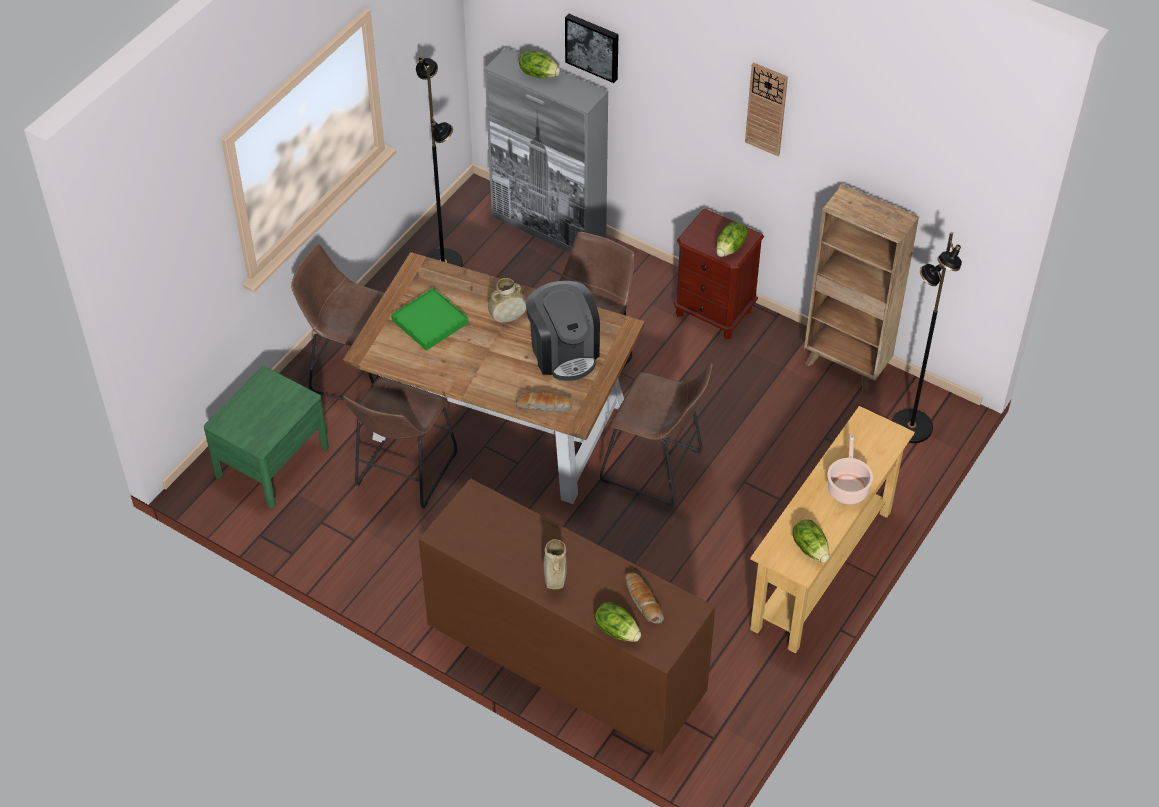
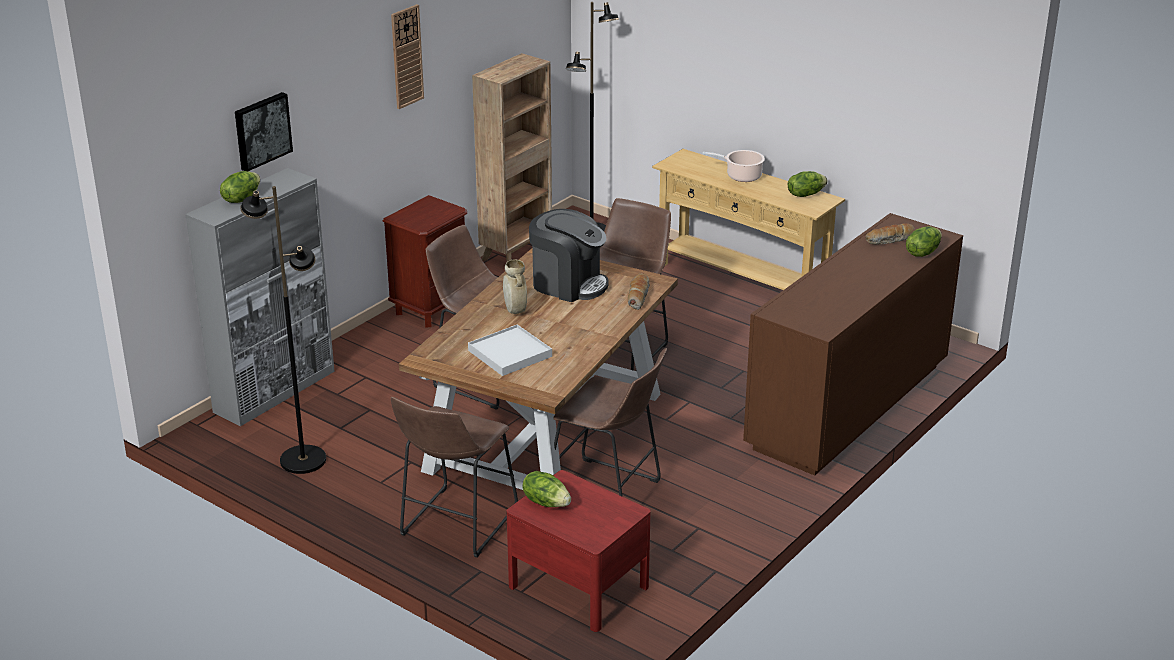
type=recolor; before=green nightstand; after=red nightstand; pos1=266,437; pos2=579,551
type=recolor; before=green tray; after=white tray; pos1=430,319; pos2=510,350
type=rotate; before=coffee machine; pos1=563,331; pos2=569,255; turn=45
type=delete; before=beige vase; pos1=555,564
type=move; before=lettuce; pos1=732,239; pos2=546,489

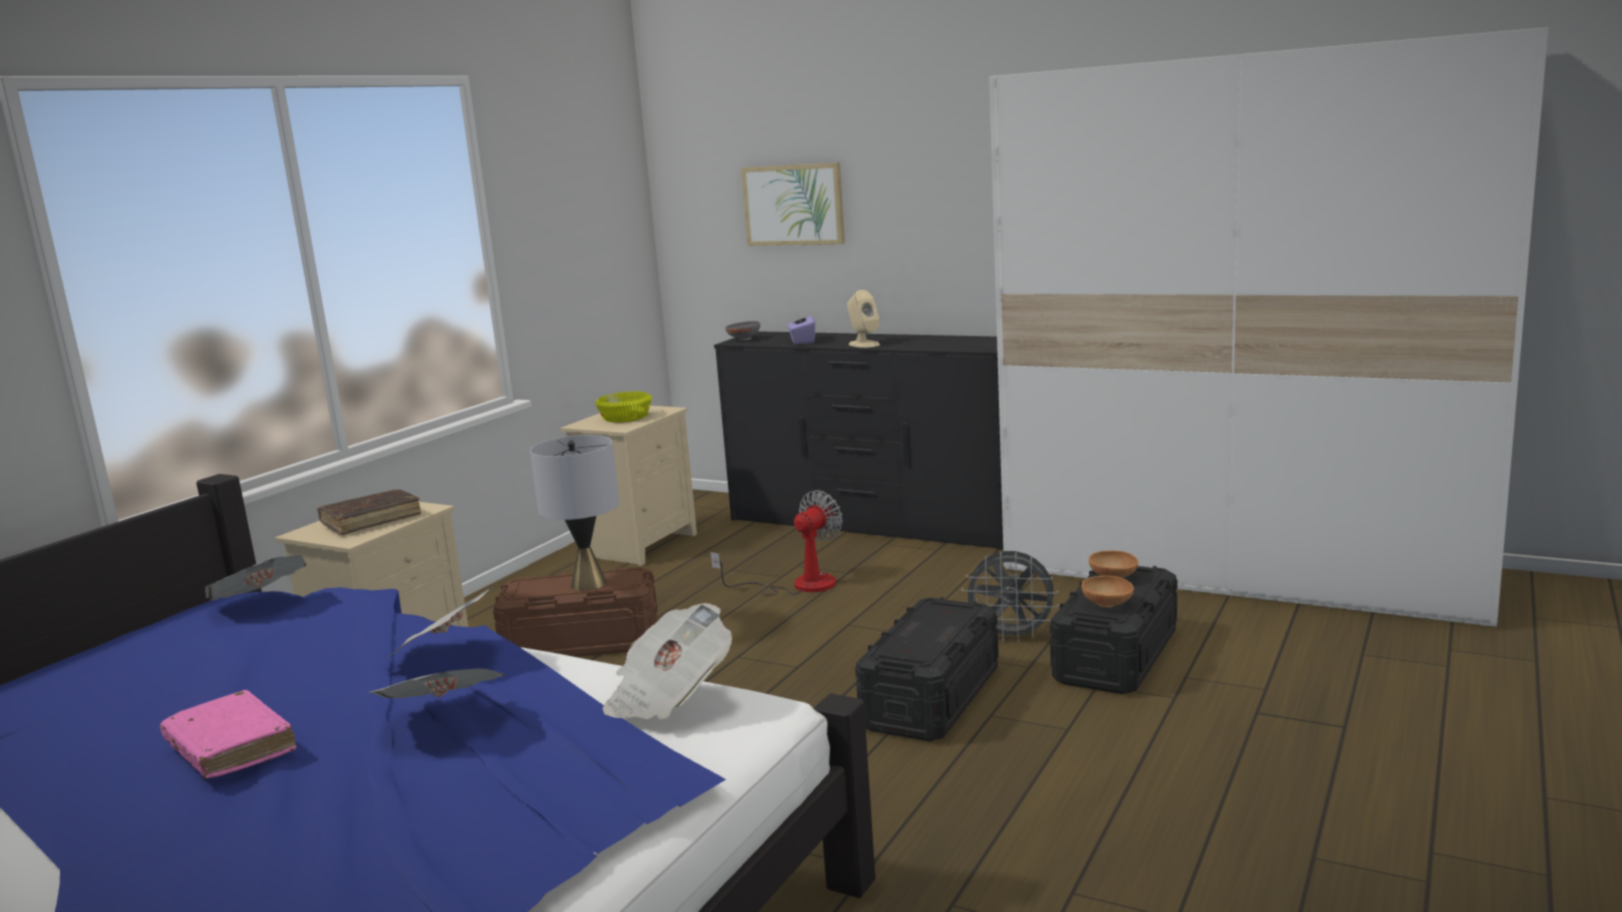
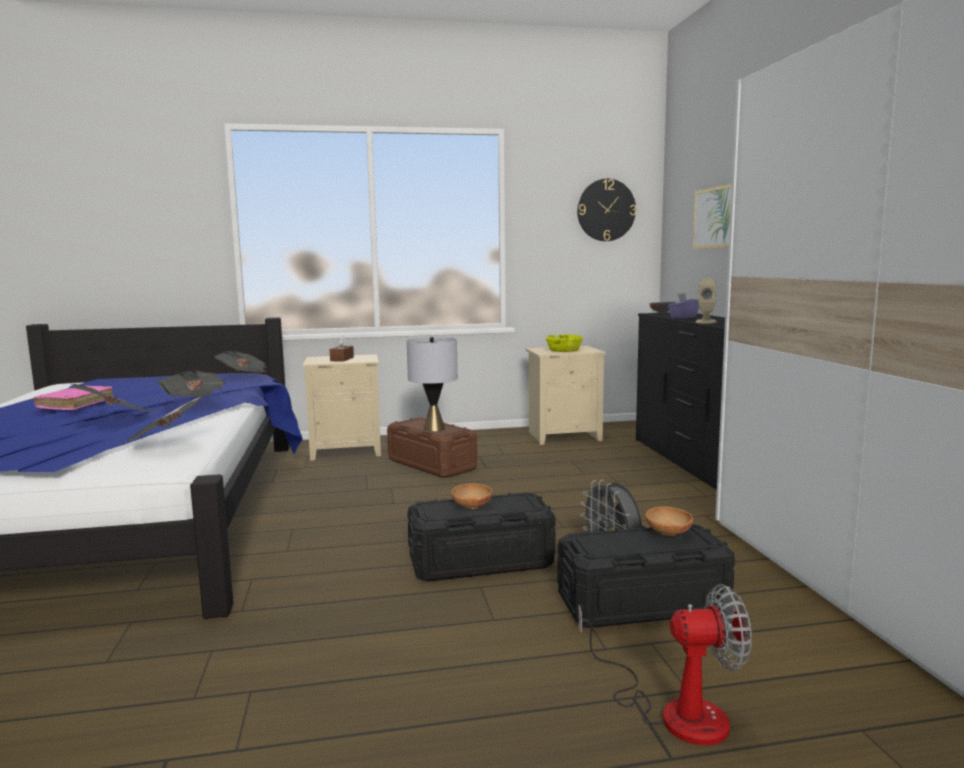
type=replace; before=brown book; after=brown tissue box; pos1=369,512; pos2=342,348
type=move; before=fan; pos1=776,543; pos2=665,665
type=move; before=brown bowl; pos1=1107,592; pos2=471,496
type=insert; after=wall clock; pos2=606,210

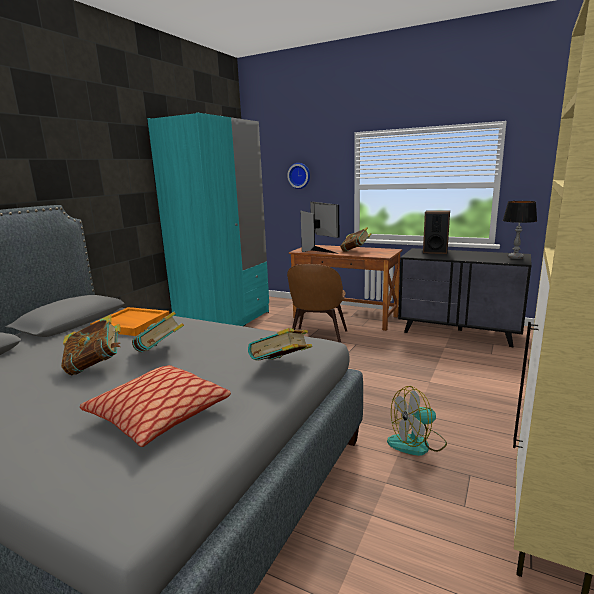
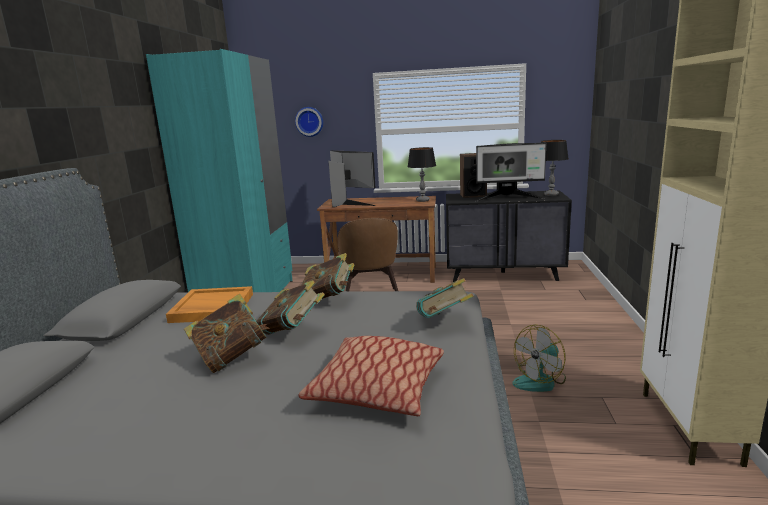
type=move; before=book; pos1=355,239; pos2=328,276
type=insert; after=table lamp; pos2=422,174
type=insert; after=monitor; pos2=511,172

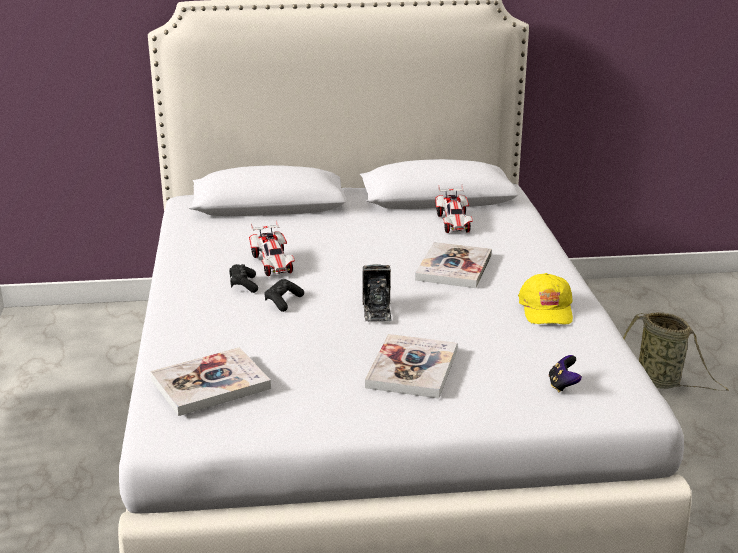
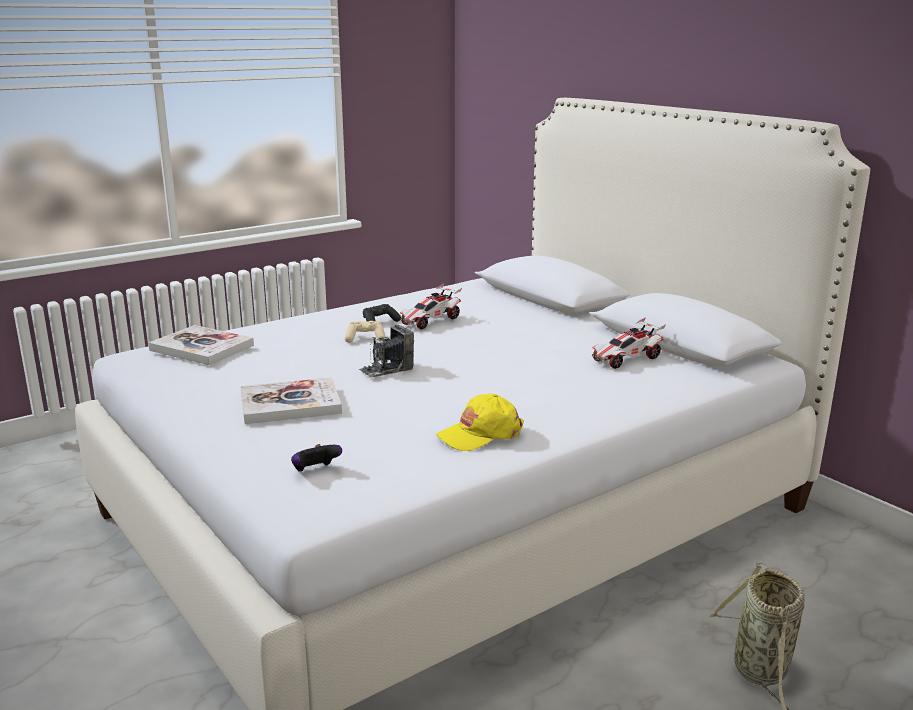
type=recolor; before=black game controller; after=beige game controller; pos1=284,295; pos2=365,332
type=delete; before=book; pos1=453,265

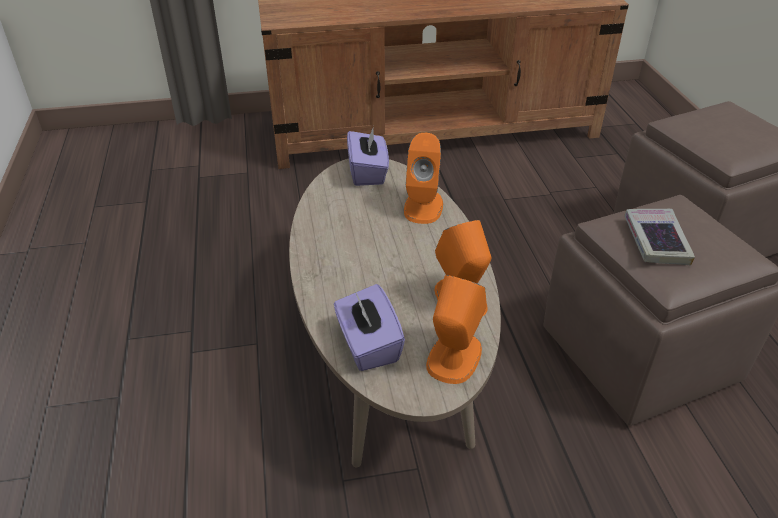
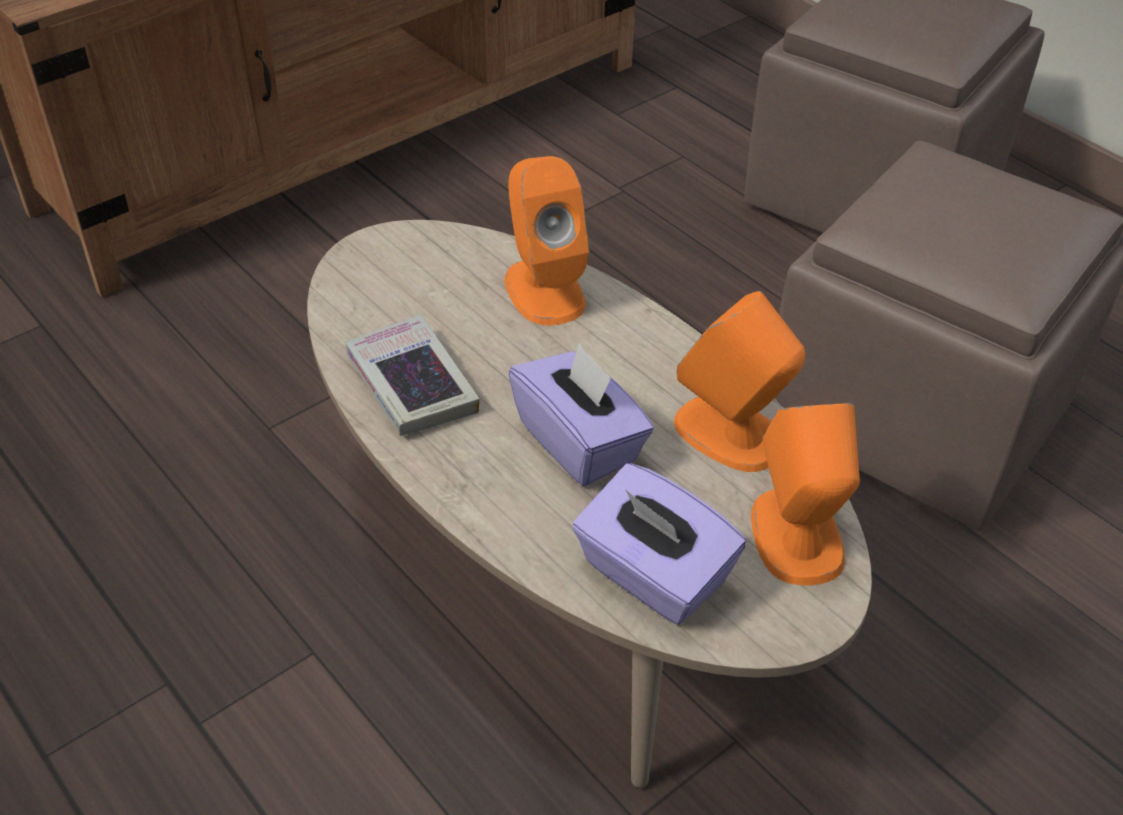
type=move; before=purple tissue box; pos1=368,156; pos2=581,414
type=move; before=book; pos1=659,237; pos2=413,375

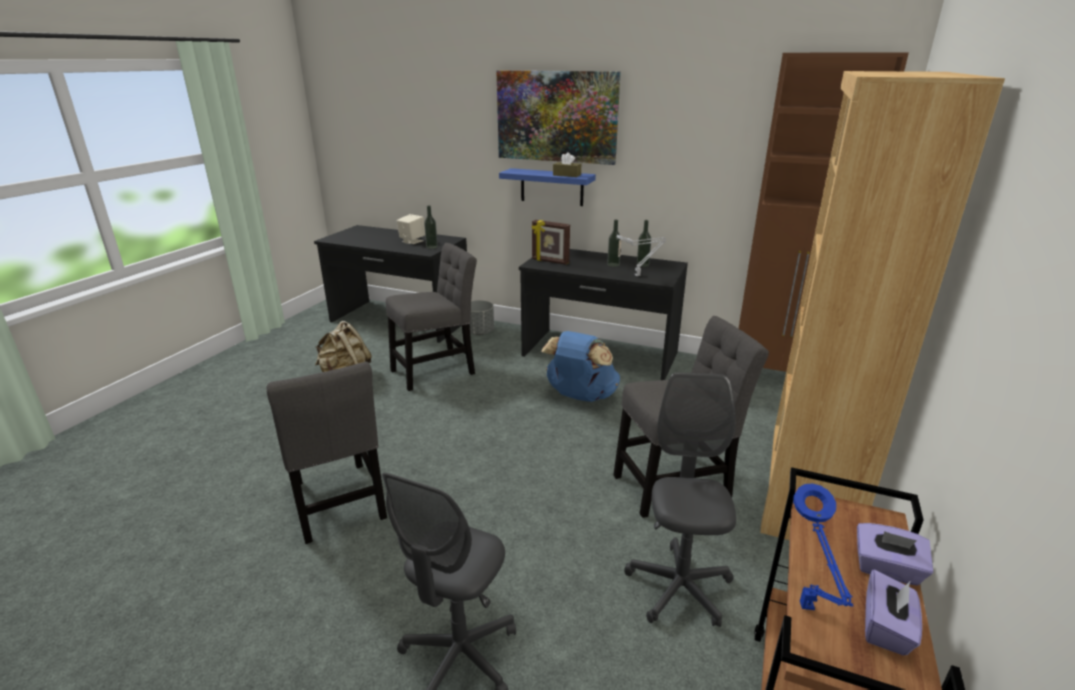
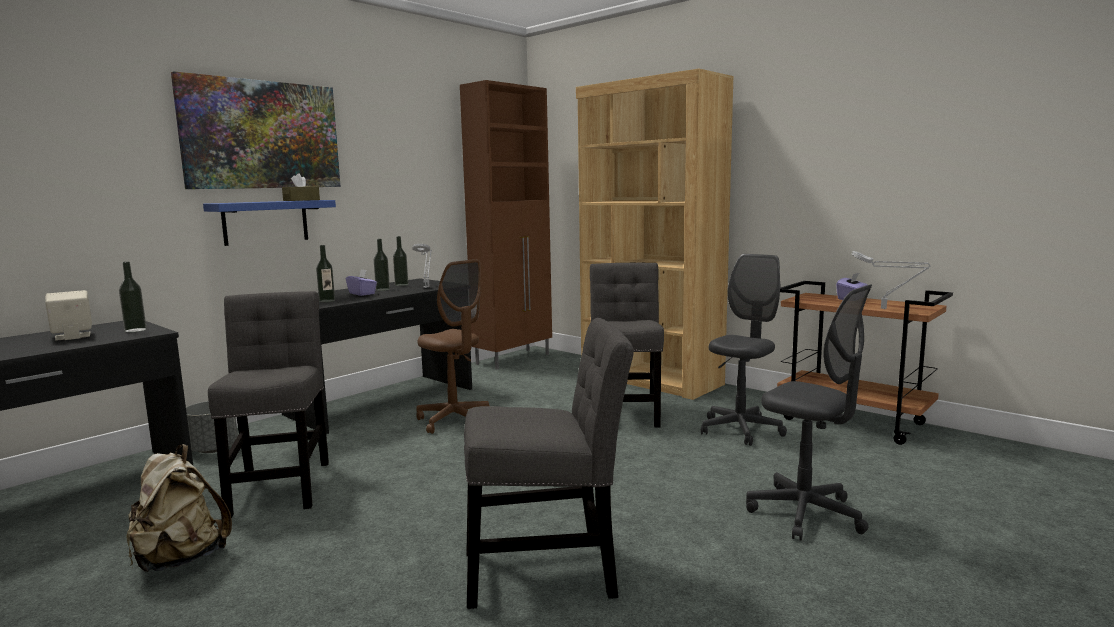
type=replace; before=picture frame; after=bottle; pos1=551,242; pos2=325,273
type=replace; before=blue backpack; after=brown office chair; pos1=580,366; pos2=452,346
type=rotate; before=grey office chair; pos1=680,499; pos2=744,350; turn=105
type=recolor; before=blue table lamp; after=grey table lamp; pos1=823,546; pos2=891,280
type=move; before=purple tissue box; pos1=893,612; pos2=361,282

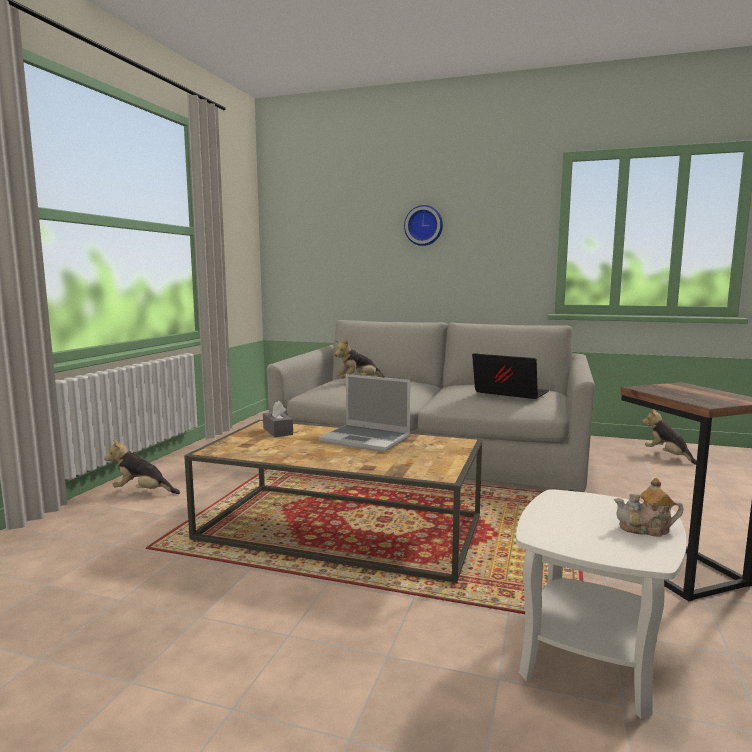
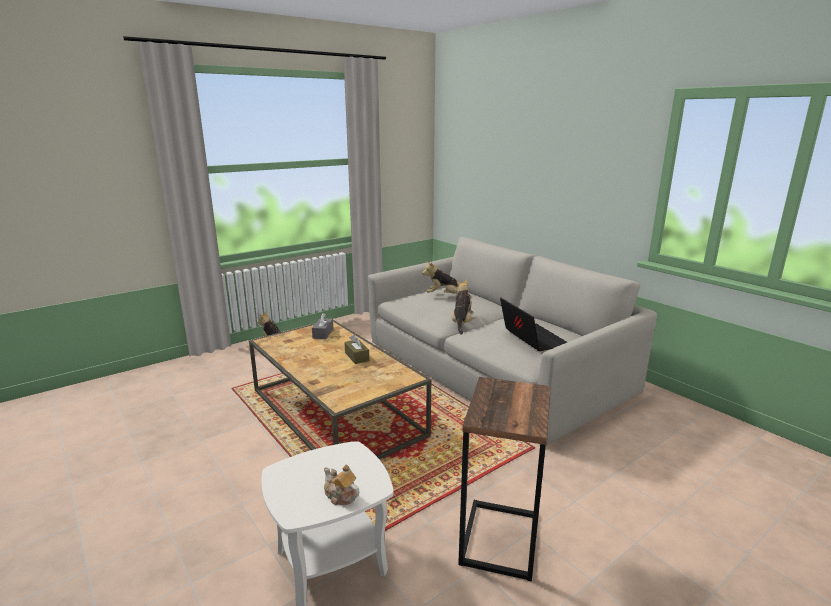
type=replace; before=laptop; after=brown tissue box; pos1=364,413; pos2=356,349
type=delete; before=wall clock; pos1=423,225
type=move; before=plush toy; pos1=669,437; pos2=463,306

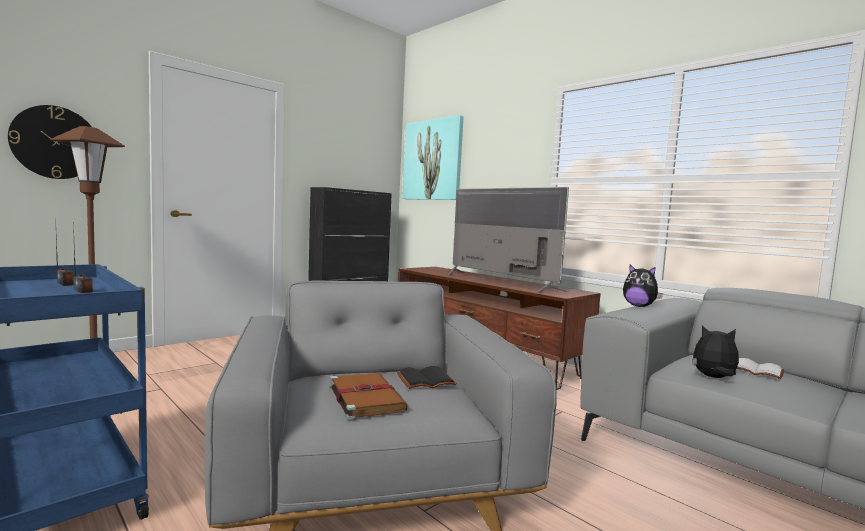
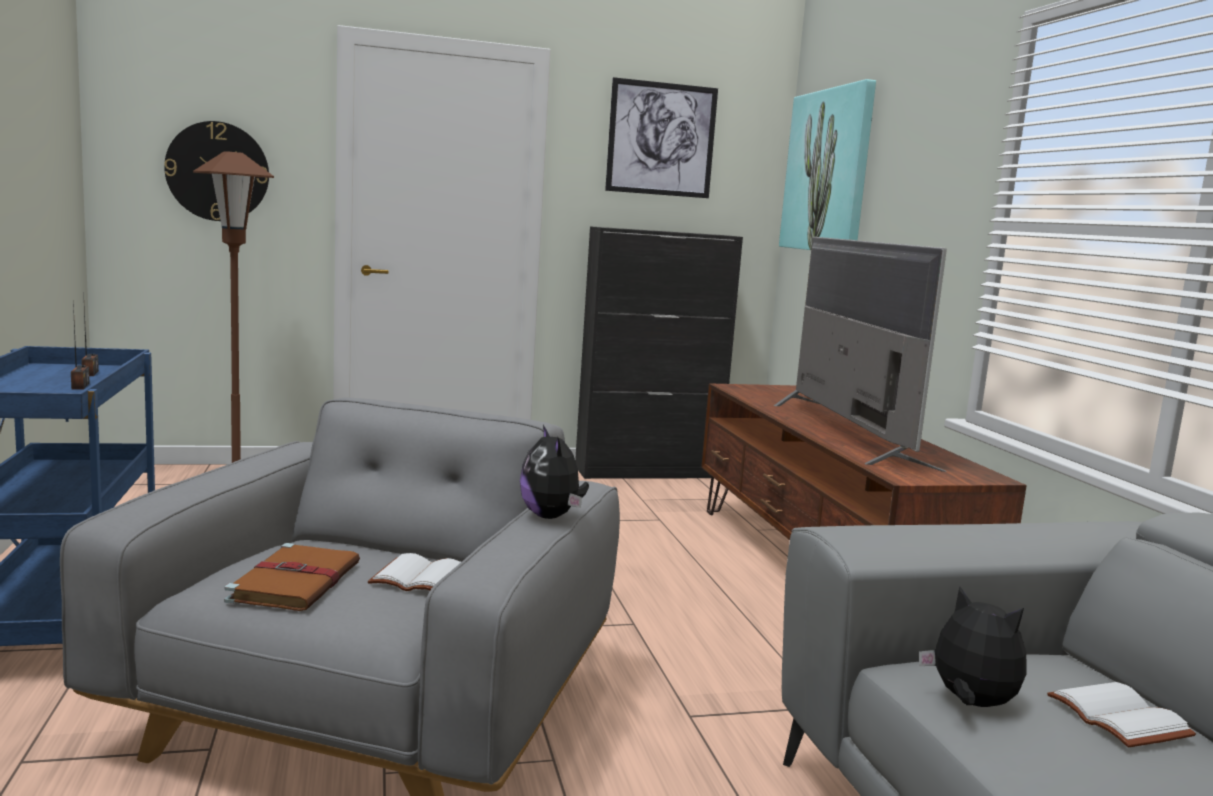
type=recolor; before=black book; after=white book; pos1=426,377; pos2=414,572
type=move; before=plush toy; pos1=643,286; pos2=554,472
type=insert; after=picture; pos2=661,137

